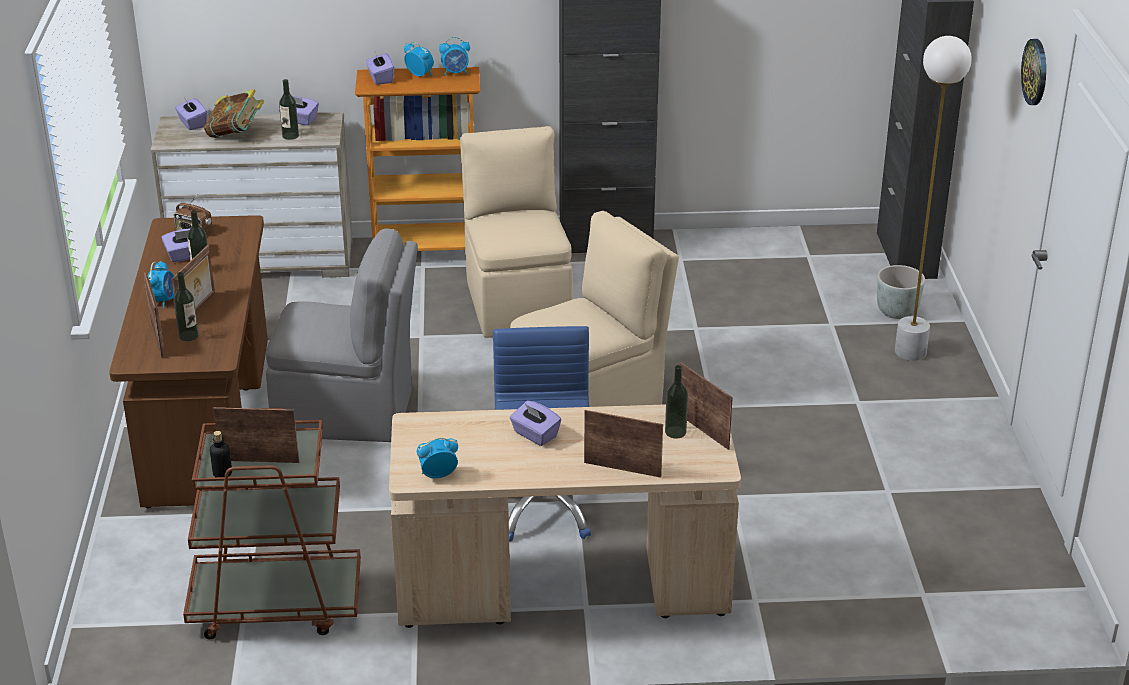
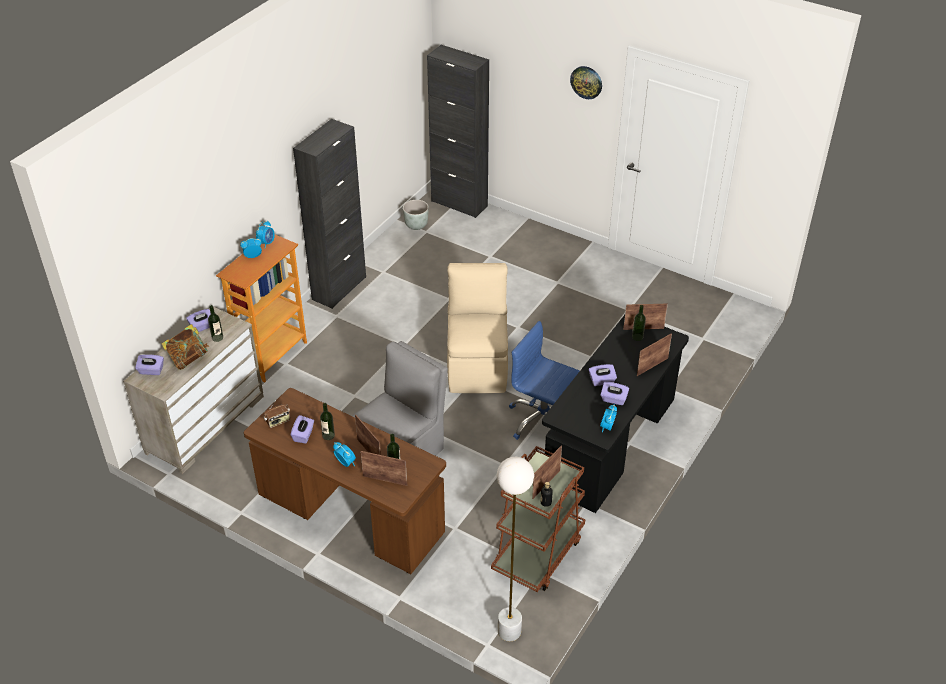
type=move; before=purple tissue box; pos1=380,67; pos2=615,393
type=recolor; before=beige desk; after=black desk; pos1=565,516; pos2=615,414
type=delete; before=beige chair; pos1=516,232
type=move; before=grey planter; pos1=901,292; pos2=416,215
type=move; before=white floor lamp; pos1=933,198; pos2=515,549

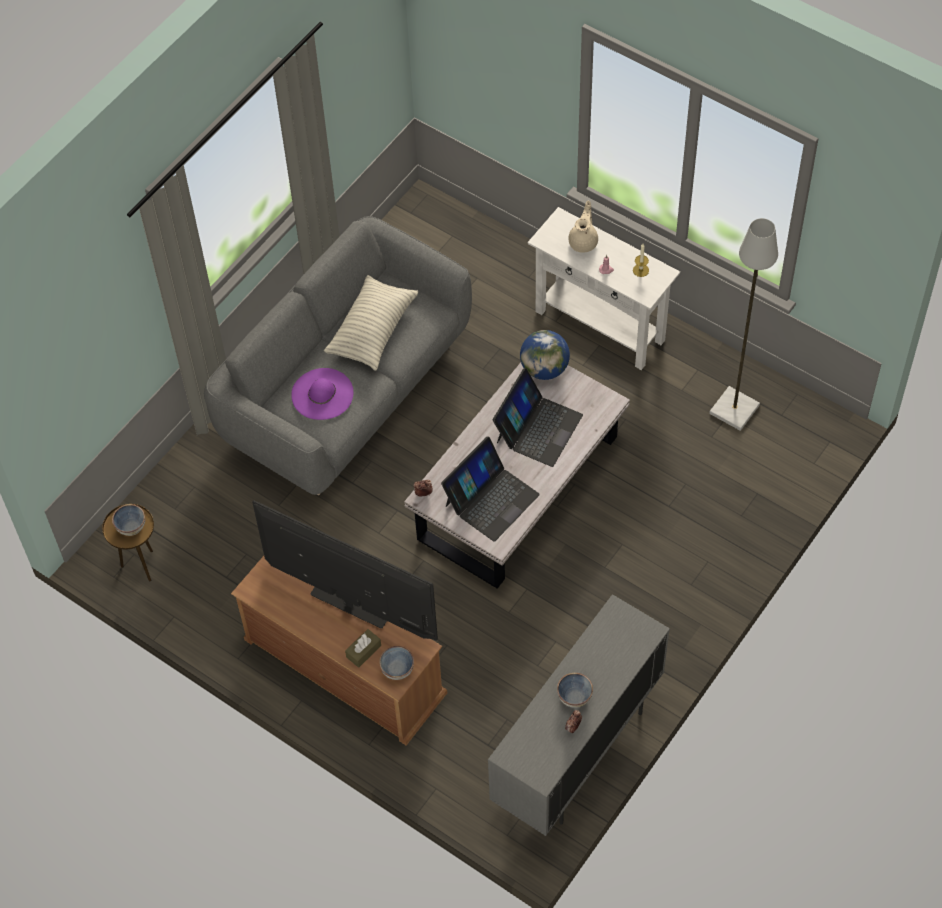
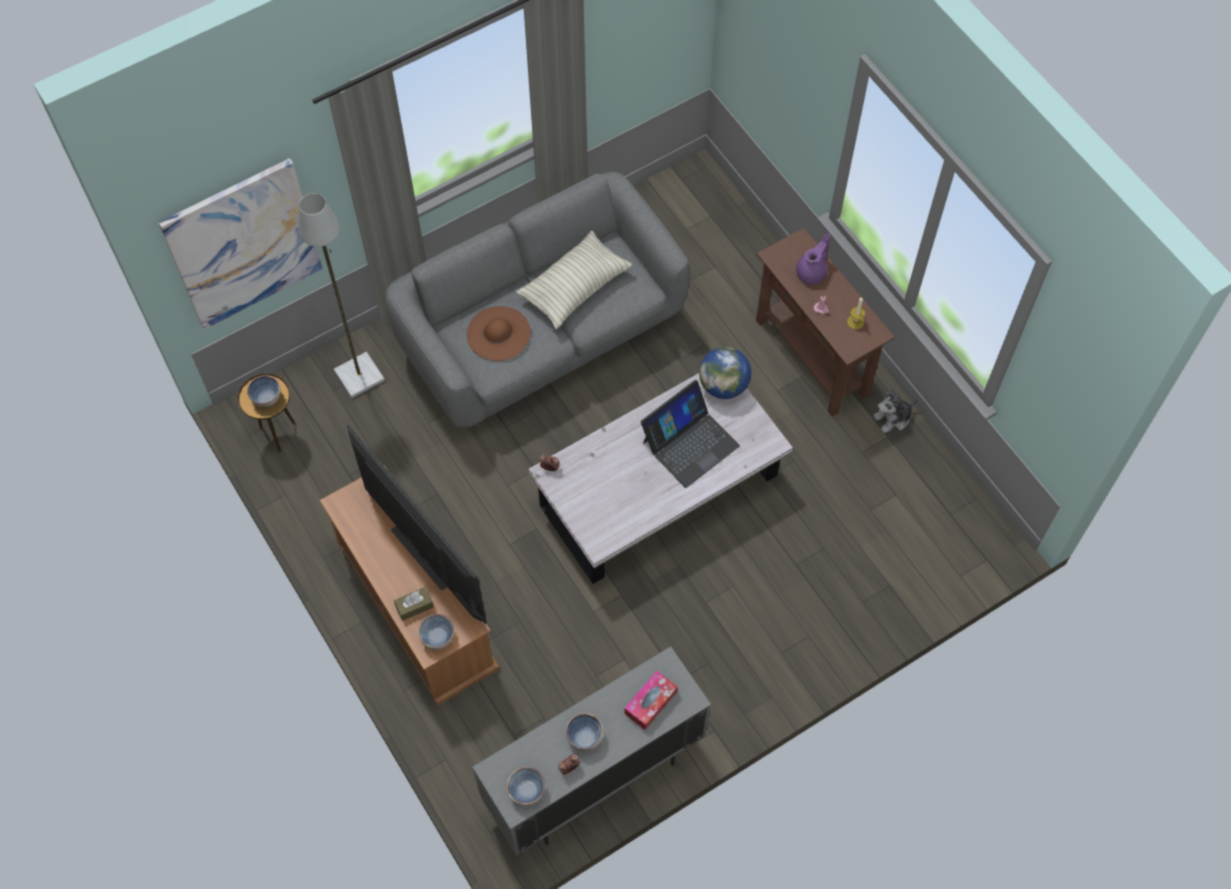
type=recolor; before=purple hat; after=brown hat; pos1=322,394; pos2=499,333
type=delete; before=laptop; pos1=490,489
type=recolor; before=white console table; after=brown console table; pos1=604,288; pos2=825,322
type=recolor; before=beige teapot; after=purple teapot; pos1=583,227; pos2=813,258
type=move; before=grey floor lamp; pos1=743,324; pos2=342,295
type=insert; after=picture; pos2=241,243
type=insert; after=bowl; pos2=526,786
type=insert; after=tissue box; pos2=651,700
type=insert; after=plush toy; pos2=895,410

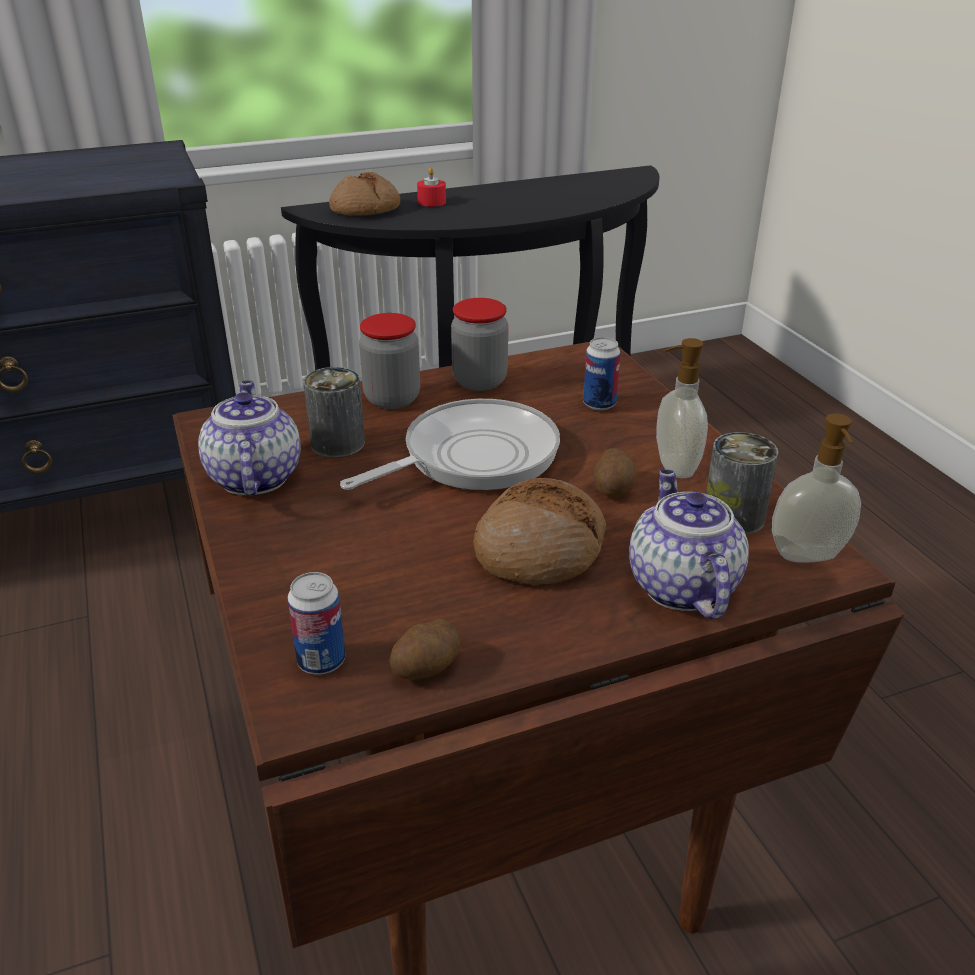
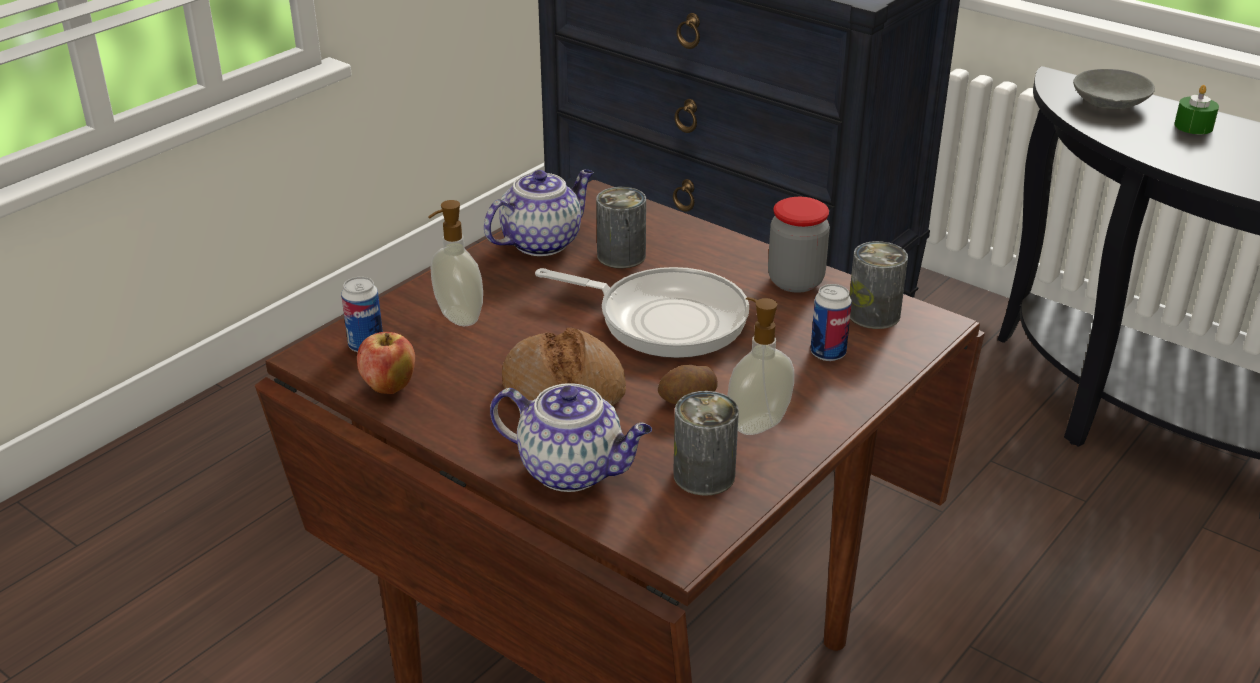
type=replace; before=bread; after=grey bowl; pos1=364,194; pos2=1114,89
type=delete; before=jar; pos1=389,361
type=replace; before=potato; after=apple; pos1=425,649; pos2=386,363
type=recolor; before=red candle; after=green candle; pos1=431,187; pos2=1196,109
type=rotate; before=teapot; pos1=689,544; pos2=571,437; turn=60
type=move; before=soap dispenser; pos1=816,488; pos2=455,263
type=insert; after=can; pos2=878,285

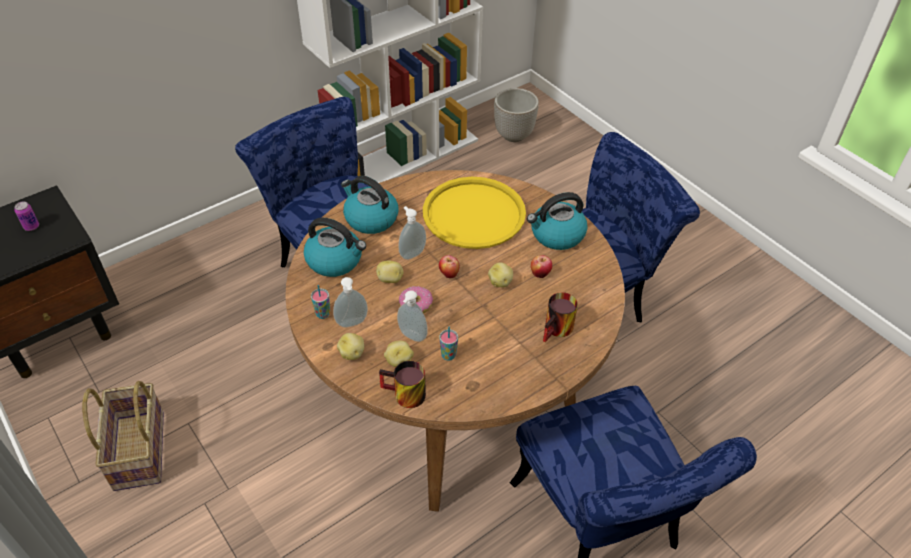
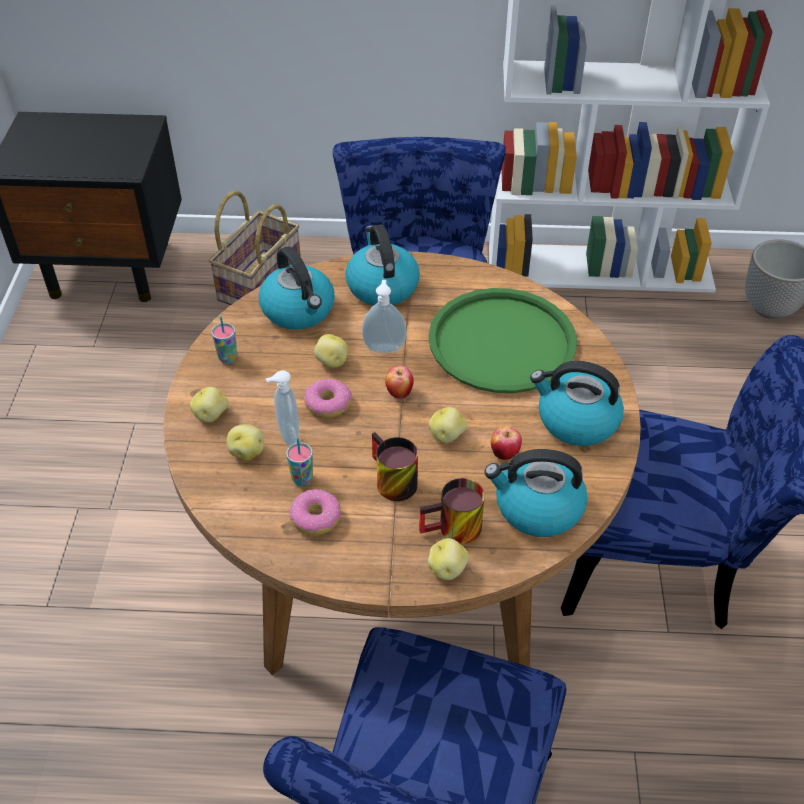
type=delete; before=can; pos1=26,216
type=move; before=basket; pos1=123,436; pos2=255,248
type=delete; before=soap dispenser; pos1=350,302
type=move; before=mug; pos1=402,384; pos2=395,466
type=recolor; before=yellow tray; after=green tray; pos1=474,213; pos2=502,340
type=insert; after=donut; pos2=315,512
type=insert; after=potato; pos2=448,559
type=insert; after=kettle; pos2=536,493

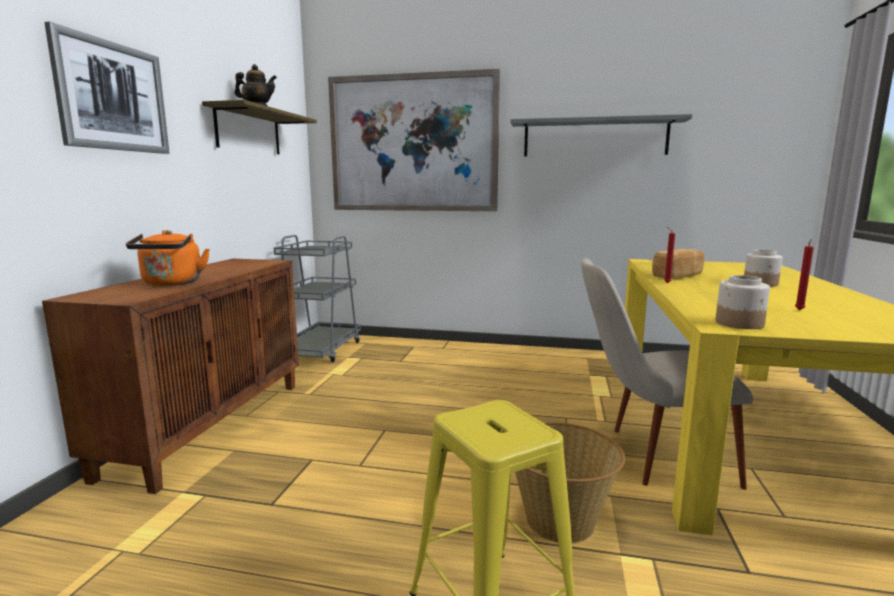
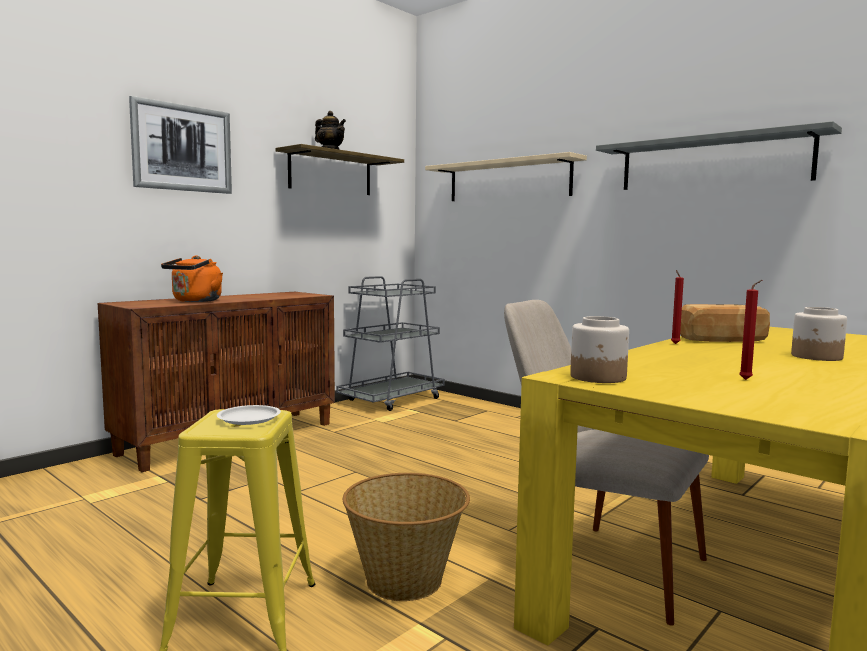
type=replace; before=picture; after=beige shelf; pos1=414,140; pos2=506,176
type=insert; after=white plate; pos2=249,415

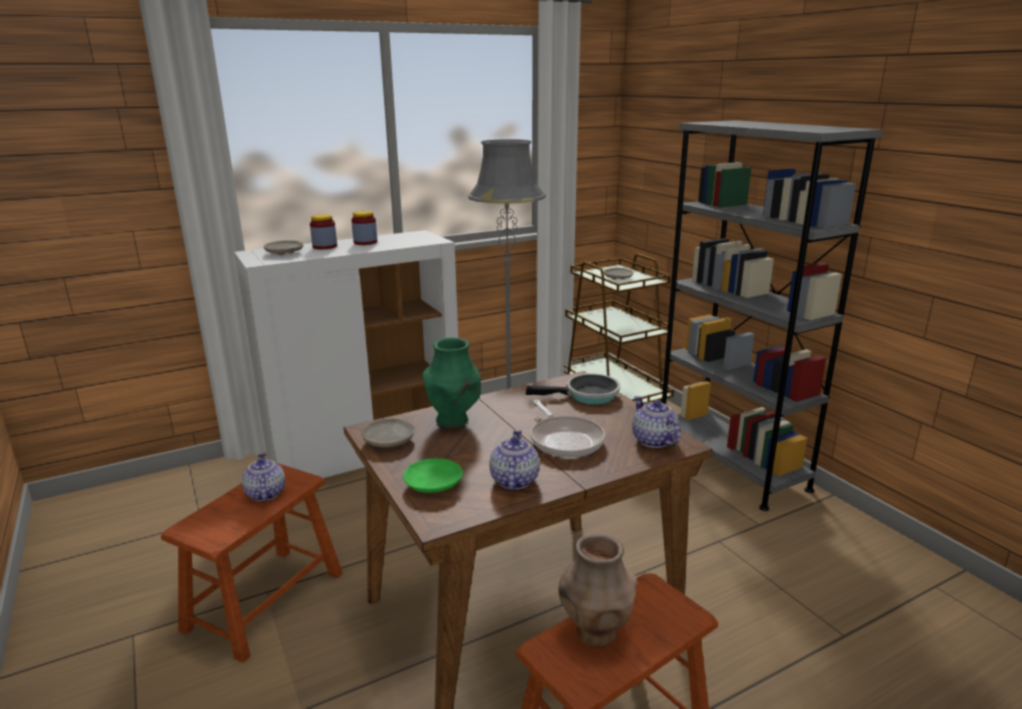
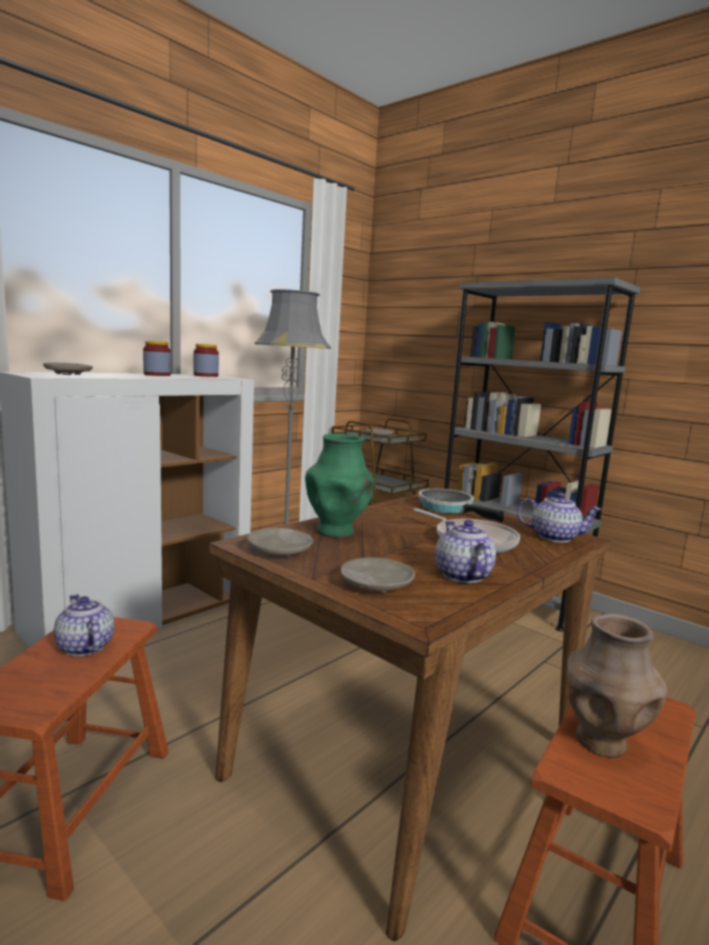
type=move; before=jar; pos1=323,232; pos2=206,360
type=recolor; before=green plate; after=beige plate; pos1=433,475; pos2=378,574
type=rotate; before=frying pan; pos1=573,389; pos2=461,505; turn=-105
type=rotate; before=teapot; pos1=656,422; pos2=559,517; turn=150

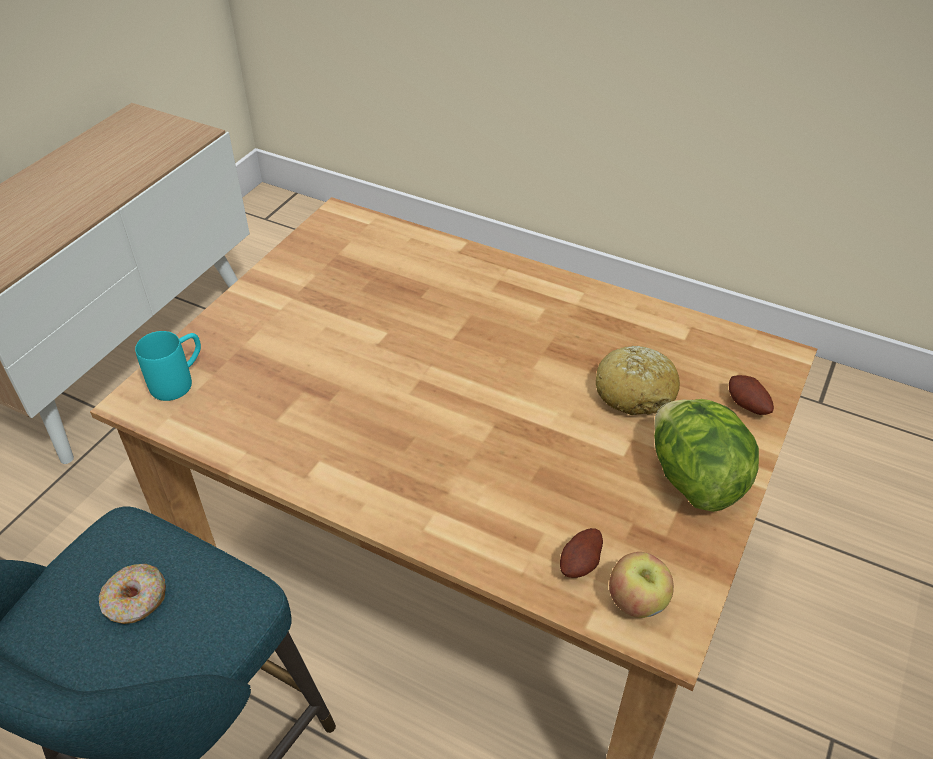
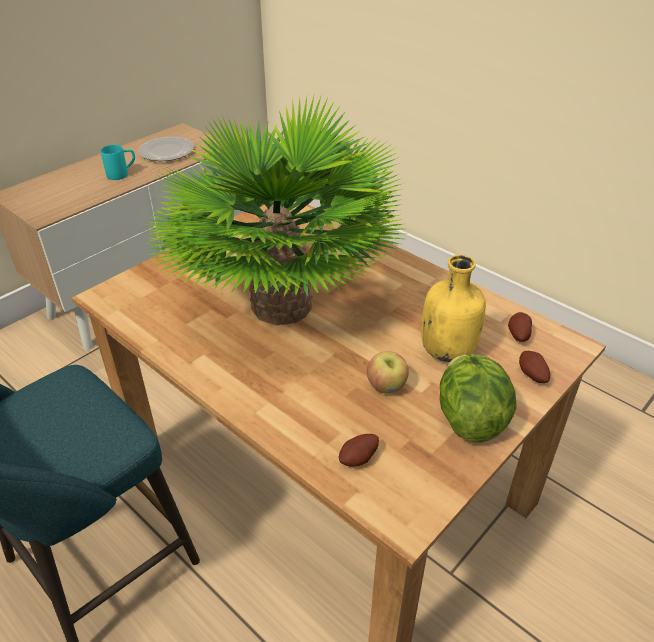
type=delete; before=donut; pos1=132,594
type=move; before=turquoise mug; pos1=168,366; pos2=118,162
type=replace; before=bread; after=yellow bottle; pos1=638,380; pos2=453,308
type=move; before=apple; pos1=641,585; pos2=388,372
type=insert; after=plate; pos2=166,149
type=insert; after=potted plant; pos2=275,210
type=insert; after=potato; pos2=520,327

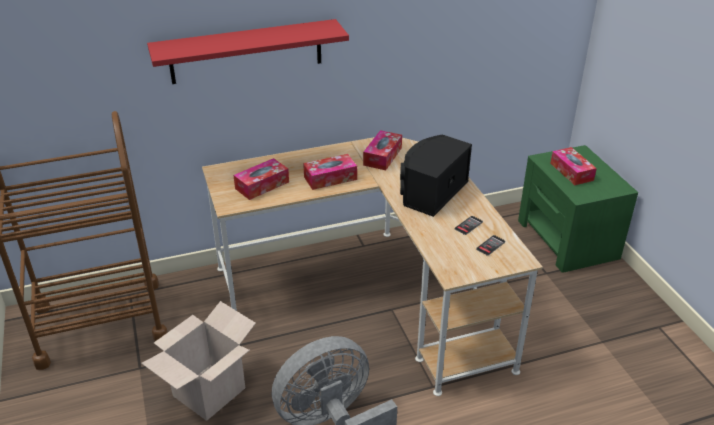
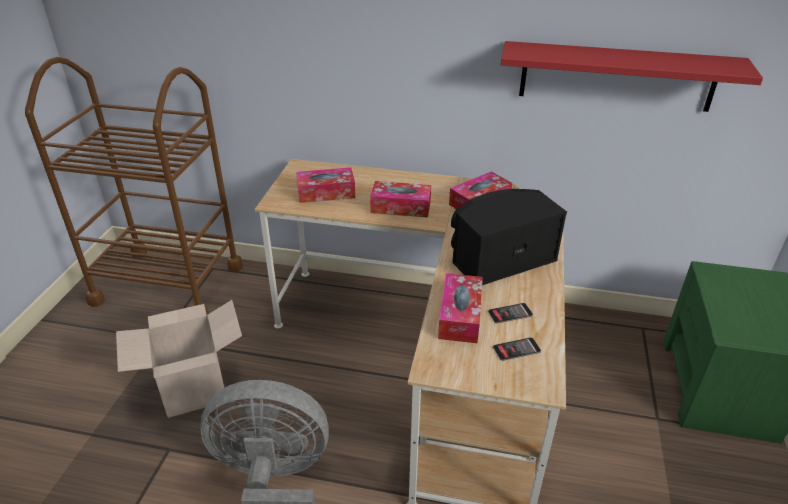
type=move; before=red shelf; pos1=248,51; pos2=632,76
type=move; before=tissue box; pos1=573,166; pos2=460,308

